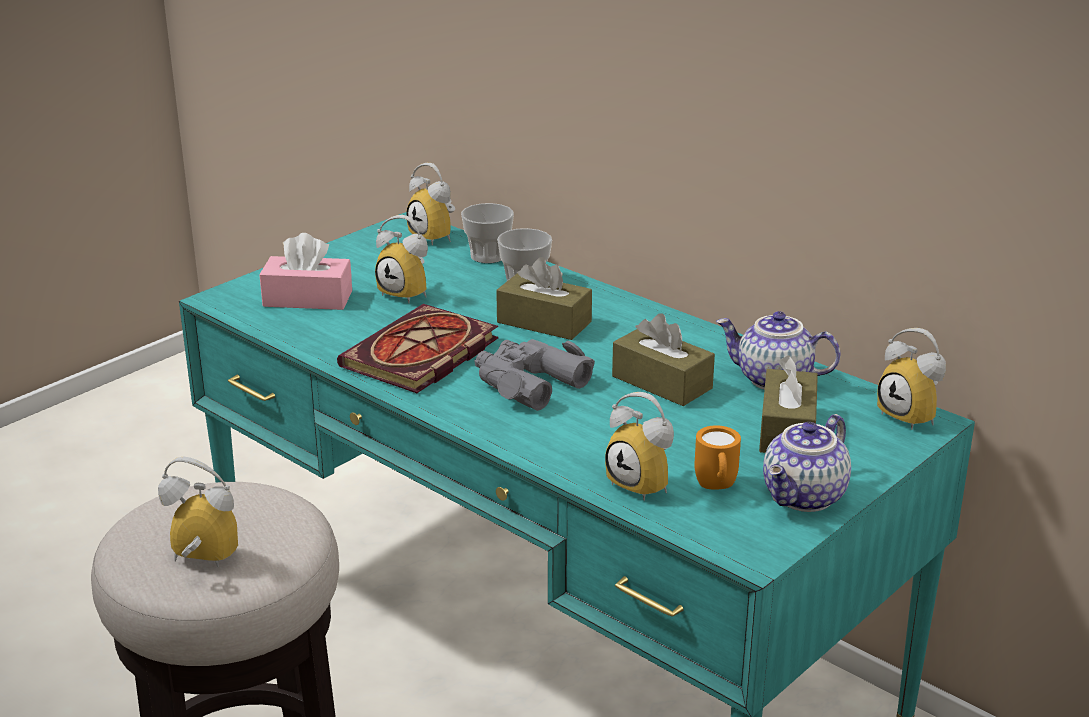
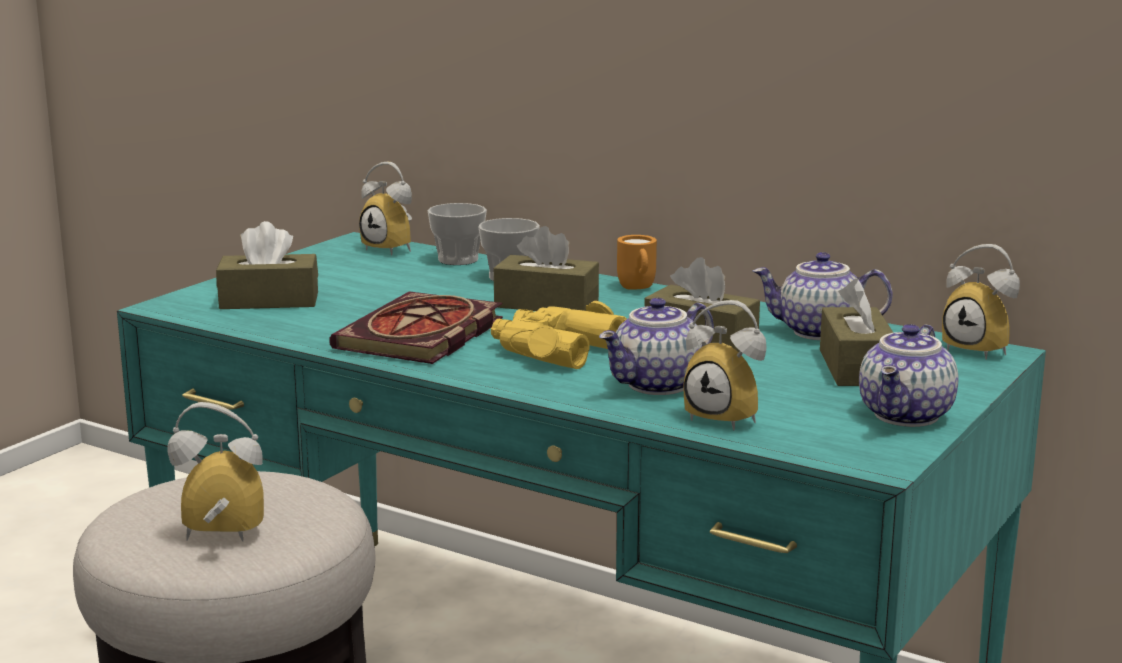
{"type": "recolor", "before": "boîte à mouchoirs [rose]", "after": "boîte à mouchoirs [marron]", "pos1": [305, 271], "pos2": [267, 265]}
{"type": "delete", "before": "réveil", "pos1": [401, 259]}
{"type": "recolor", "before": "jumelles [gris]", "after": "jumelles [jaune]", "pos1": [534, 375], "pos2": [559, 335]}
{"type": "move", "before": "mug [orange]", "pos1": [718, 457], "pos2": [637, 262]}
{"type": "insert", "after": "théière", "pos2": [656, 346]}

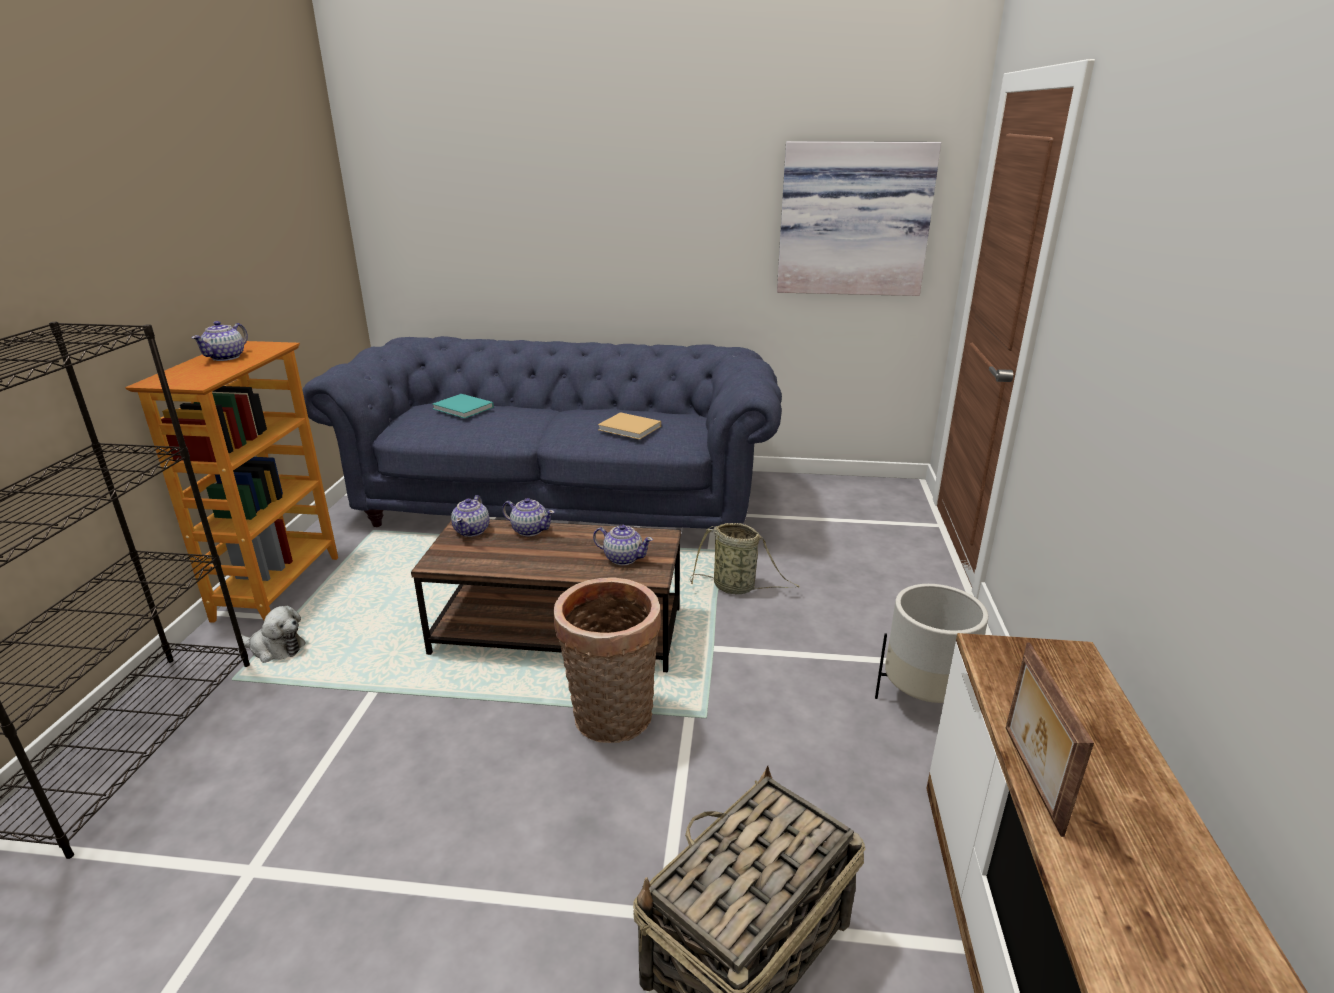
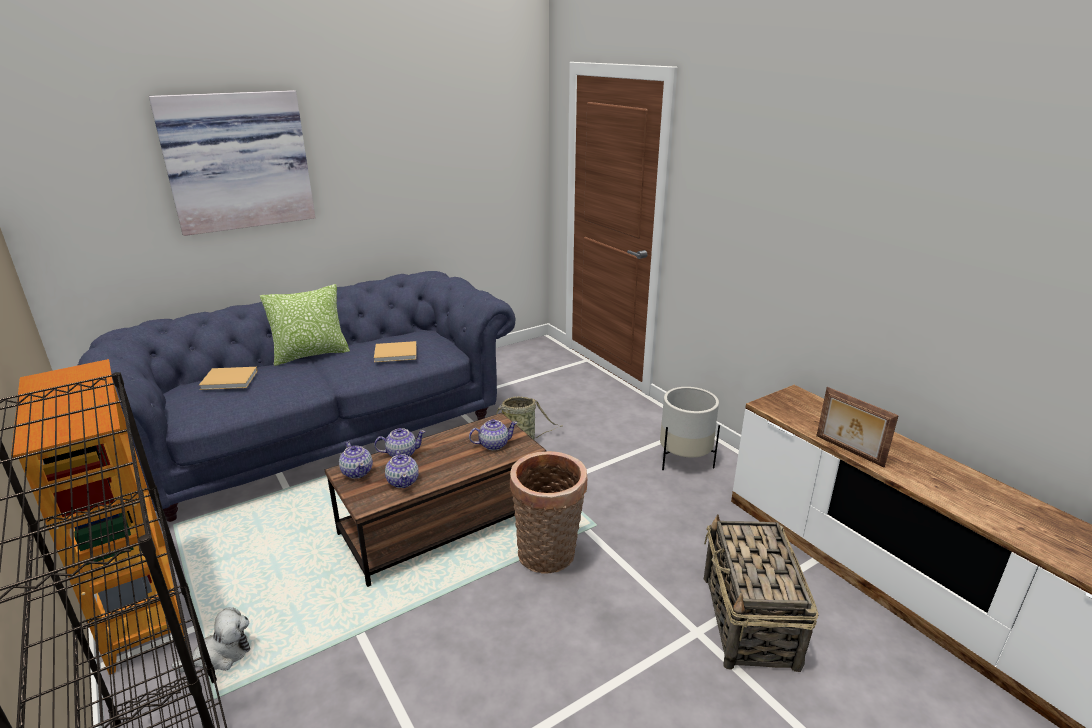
{"type": "move", "before": "théière", "pos1": [220, 341], "pos2": [402, 468]}
{"type": "recolor", "before": "livre [turquoise]", "after": "livre [beige]", "pos1": [463, 406], "pos2": [228, 378]}
{"type": "move", "before": "tableau", "pos1": [859, 218], "pos2": [232, 163]}
{"type": "insert", "after": "coussin", "pos2": [305, 325]}

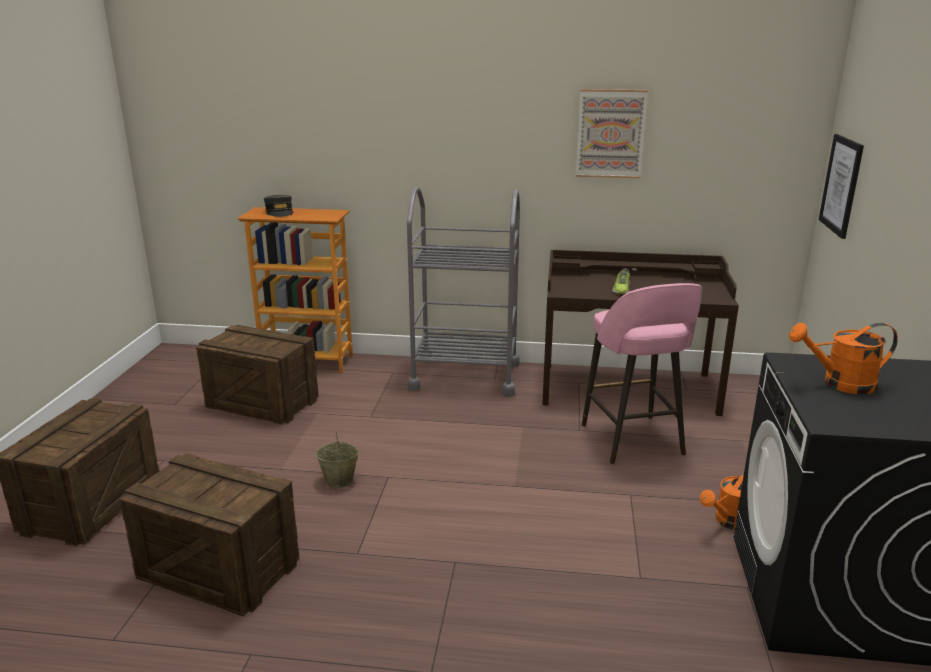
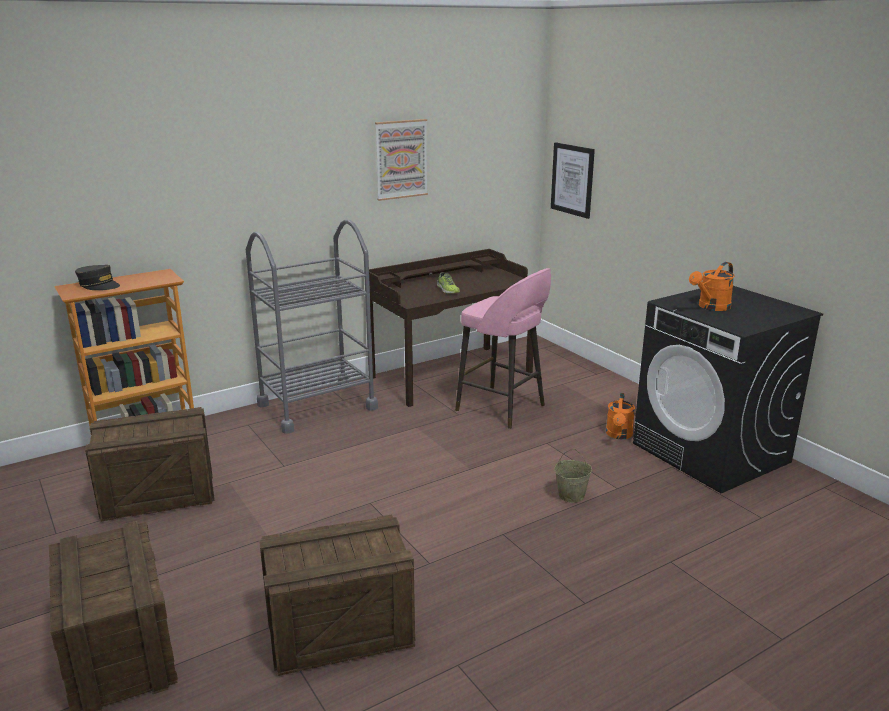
{"type": "move", "before": "seau [beige]", "pos1": [337, 460], "pos2": [573, 476]}

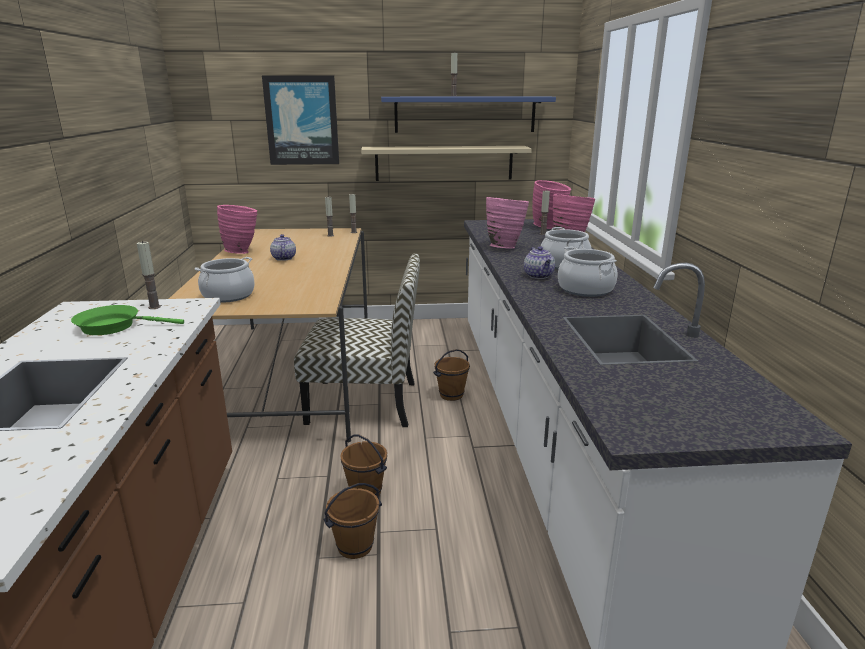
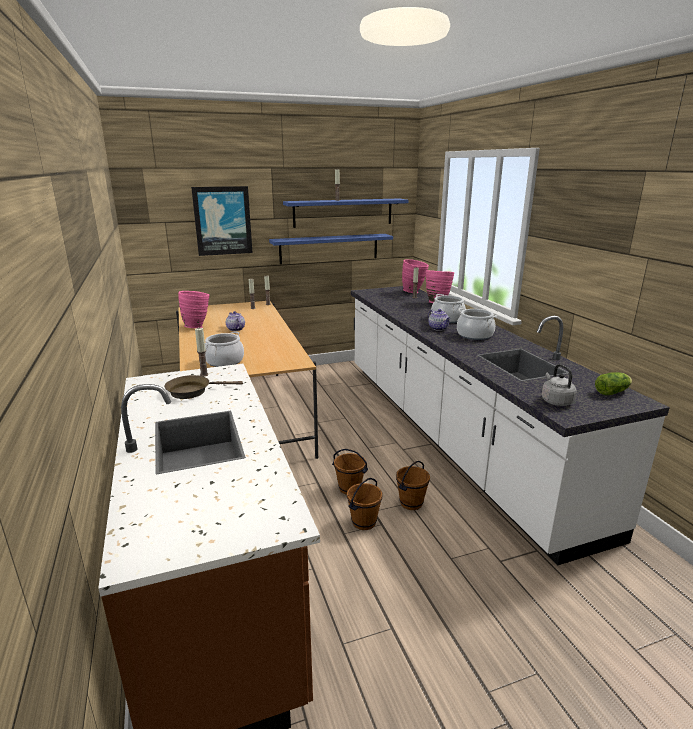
{"type": "recolor", "before": "poêle [vert]", "after": "poêle [marron]", "pos1": [127, 320], "pos2": [203, 387]}
{"type": "delete", "before": "chaise", "pos1": [357, 340]}
{"type": "recolor", "before": "étagère [beige]", "after": "étagère [bleu]", "pos1": [446, 163], "pos2": [331, 249]}
{"type": "move", "before": "seau [marron]", "pos1": [451, 375], "pos2": [413, 485]}
{"type": "delete", "before": "vase [rose]", "pos1": [507, 222]}
{"type": "insert", "after": "bouilloire [gris]", "pos2": [559, 385]}
{"type": "insert", "after": "laitue", "pos2": [613, 383]}

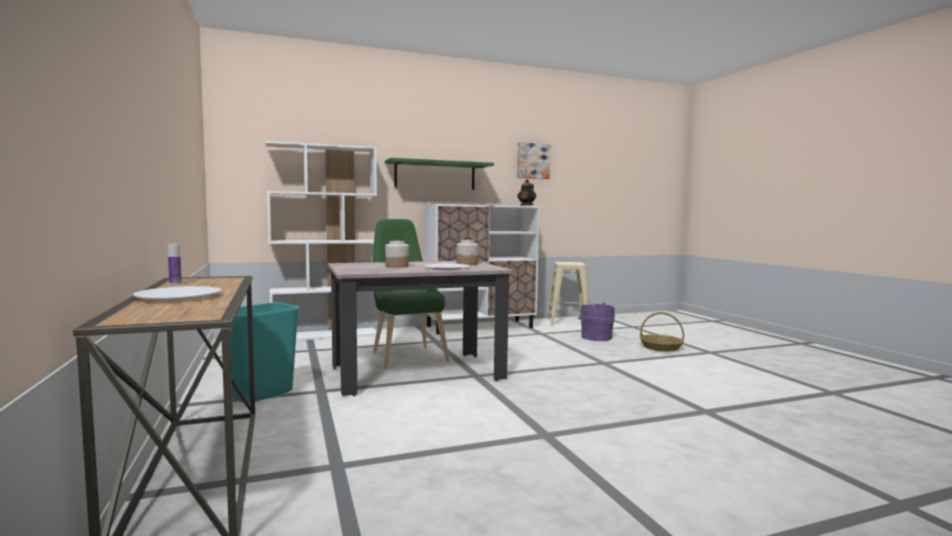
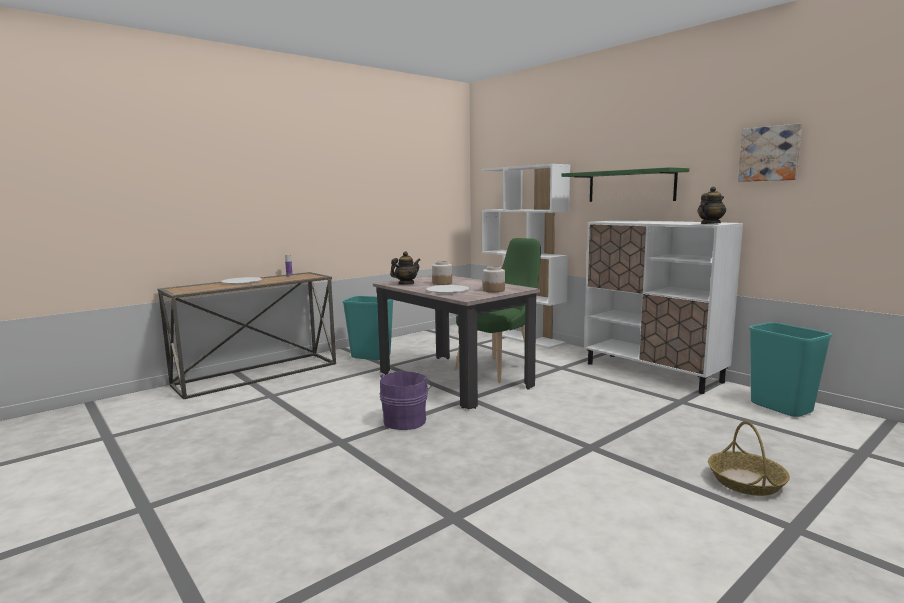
{"type": "replace", "before": "tabouret [beige]", "after": "poubelle [turquoise]", "pos1": [568, 293], "pos2": [790, 369]}
{"type": "move", "before": "seau [violet]", "pos1": [596, 322], "pos2": [405, 400]}
{"type": "insert", "after": "théière", "pos2": [405, 267]}

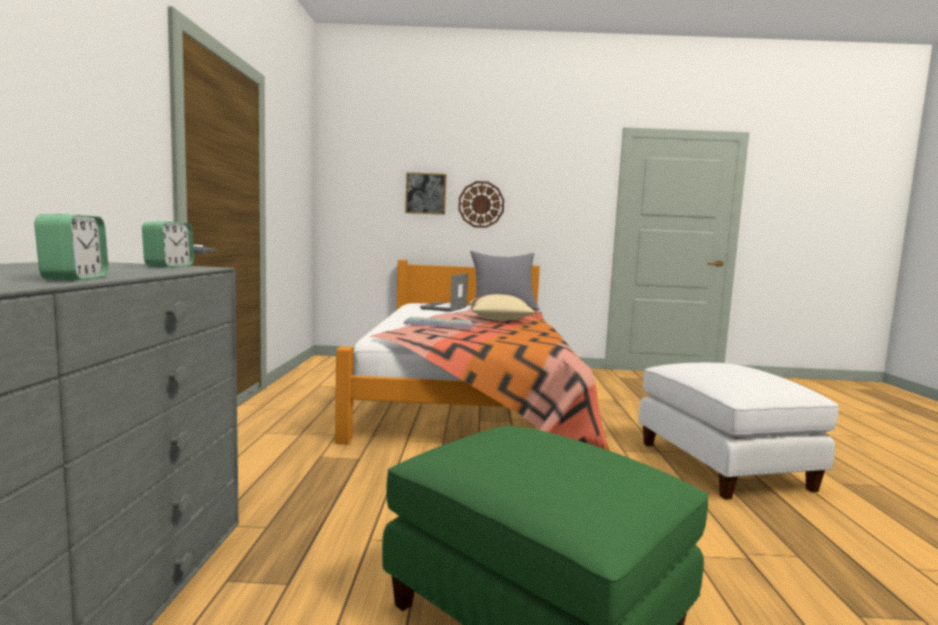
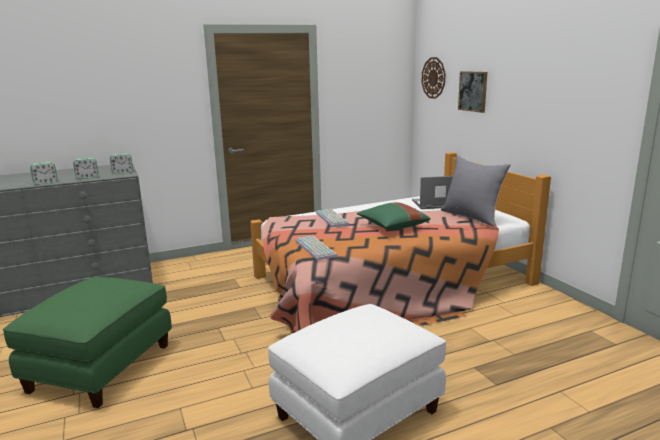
{"type": "move", "before": "horloge murale", "pos1": [481, 204], "pos2": [434, 78]}
{"type": "recolor", "before": "coussin [beige]", "after": "coussin [vert]", "pos1": [502, 307], "pos2": [394, 215]}
{"type": "insert", "after": "réveil", "pos2": [85, 168]}
{"type": "insert", "after": "clavier", "pos2": [316, 248]}

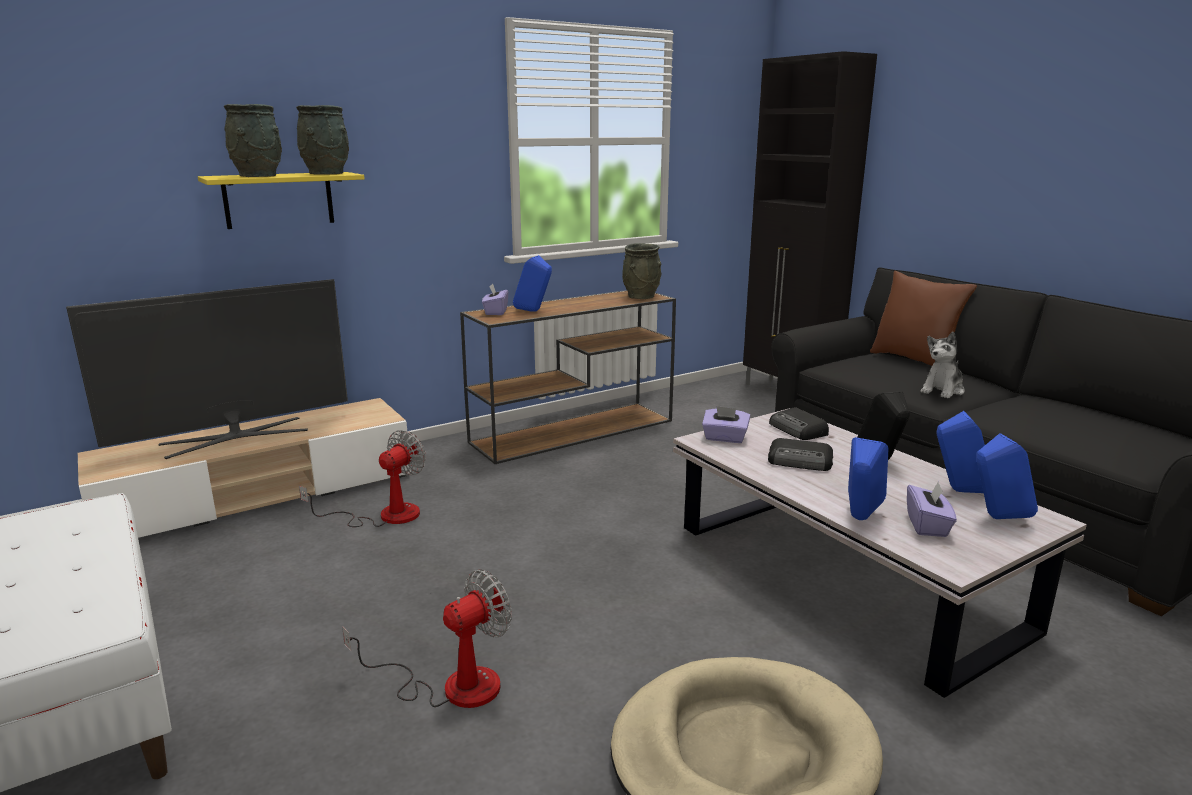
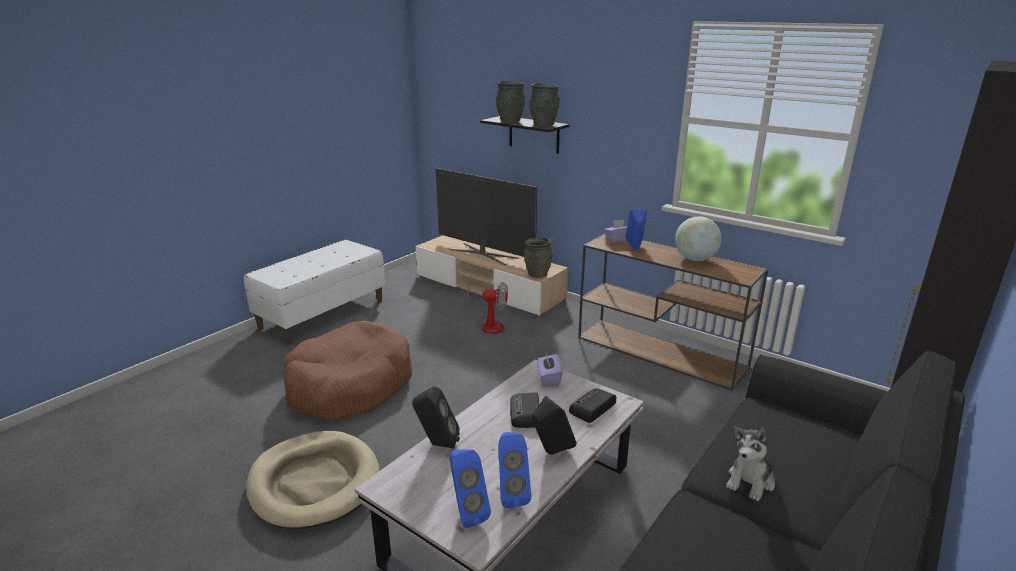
{"type": "recolor", "before": "étagère [jaune]", "after": "étagère [noir]", "pos1": [281, 200], "pos2": [524, 135]}
{"type": "replace", "before": "ventilateur", "after": "panier pour chien [marron]", "pos1": [427, 639], "pos2": [347, 370]}
{"type": "move", "before": "vase [gris]", "pos1": [641, 271], "pos2": [538, 257]}
{"type": "recolor", "before": "enceinte [bleu]", "after": "enceinte [noir]", "pos1": [868, 478], "pos2": [436, 417]}
{"type": "delete", "before": "coussin [marron]", "pos1": [923, 318]}
{"type": "delete", "before": "boîte à mouchoirs [violet]", "pos1": [932, 509]}
{"type": "rotate", "before": "peluche", "pos1": [942, 365], "pos2": [750, 463], "turn": -75}
{"type": "insert", "after": "globe", "pos2": [698, 238]}

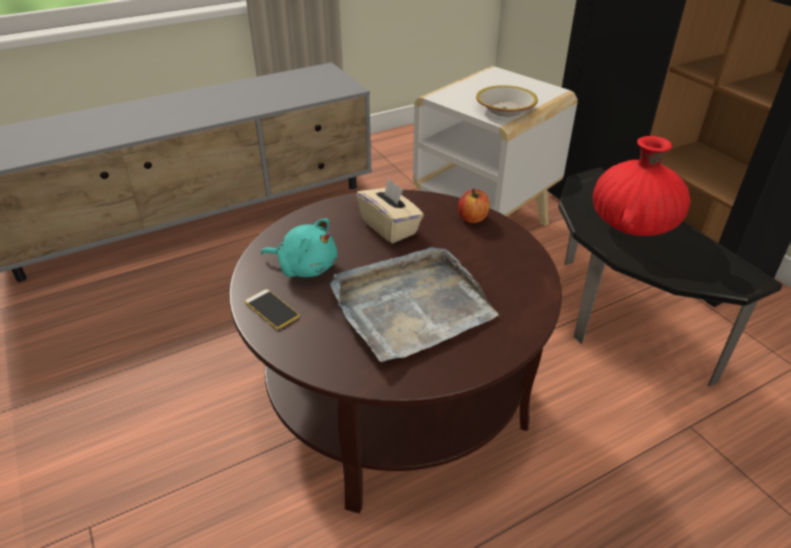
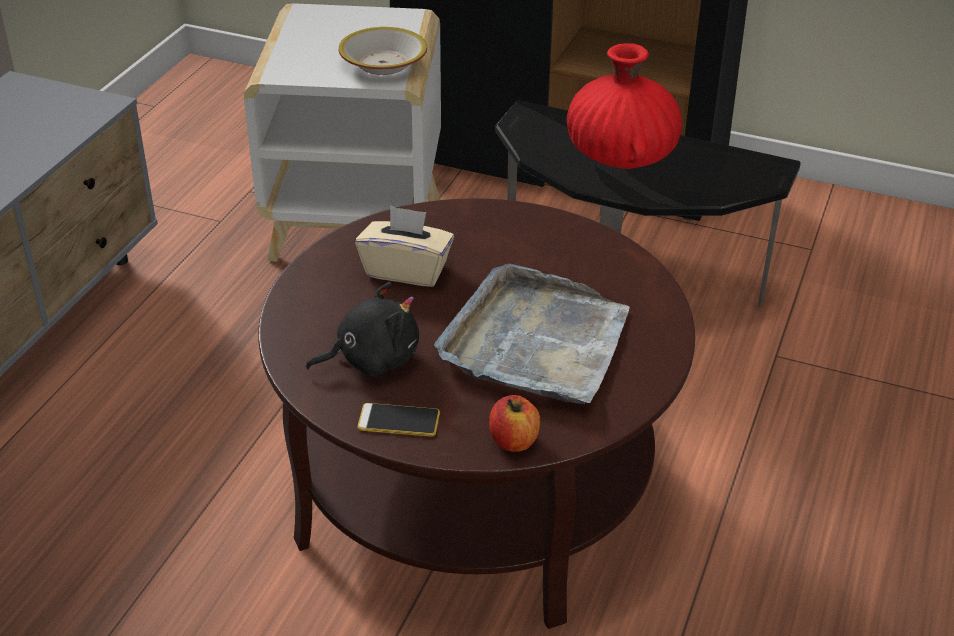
{"type": "recolor", "before": "peluche [turquoise]", "after": "peluche [noir]", "pos1": [299, 247], "pos2": [362, 329]}
{"type": "move", "before": "pomme", "pos1": [474, 206], "pos2": [514, 423]}

